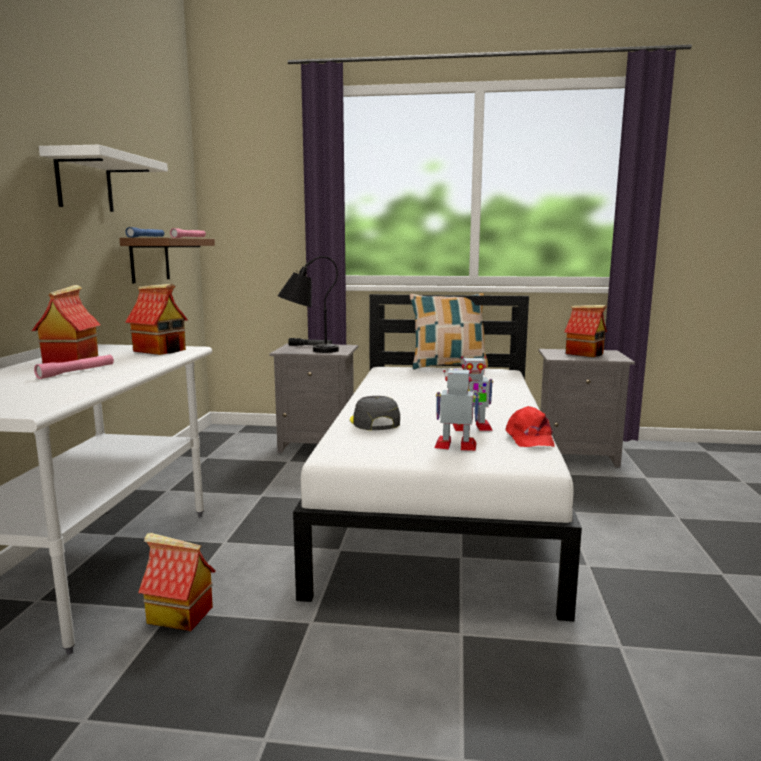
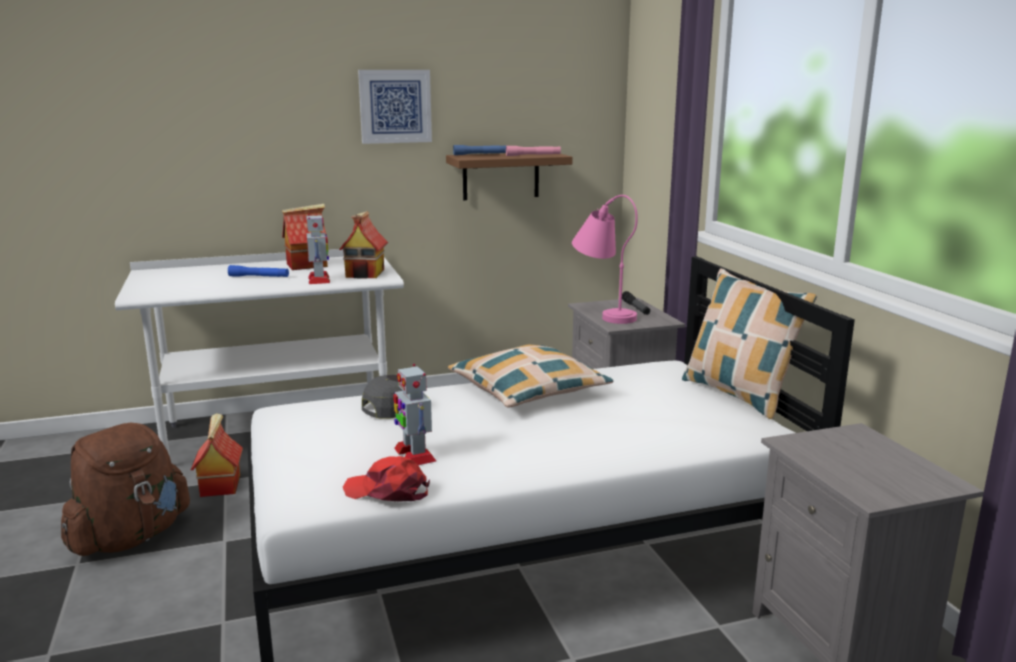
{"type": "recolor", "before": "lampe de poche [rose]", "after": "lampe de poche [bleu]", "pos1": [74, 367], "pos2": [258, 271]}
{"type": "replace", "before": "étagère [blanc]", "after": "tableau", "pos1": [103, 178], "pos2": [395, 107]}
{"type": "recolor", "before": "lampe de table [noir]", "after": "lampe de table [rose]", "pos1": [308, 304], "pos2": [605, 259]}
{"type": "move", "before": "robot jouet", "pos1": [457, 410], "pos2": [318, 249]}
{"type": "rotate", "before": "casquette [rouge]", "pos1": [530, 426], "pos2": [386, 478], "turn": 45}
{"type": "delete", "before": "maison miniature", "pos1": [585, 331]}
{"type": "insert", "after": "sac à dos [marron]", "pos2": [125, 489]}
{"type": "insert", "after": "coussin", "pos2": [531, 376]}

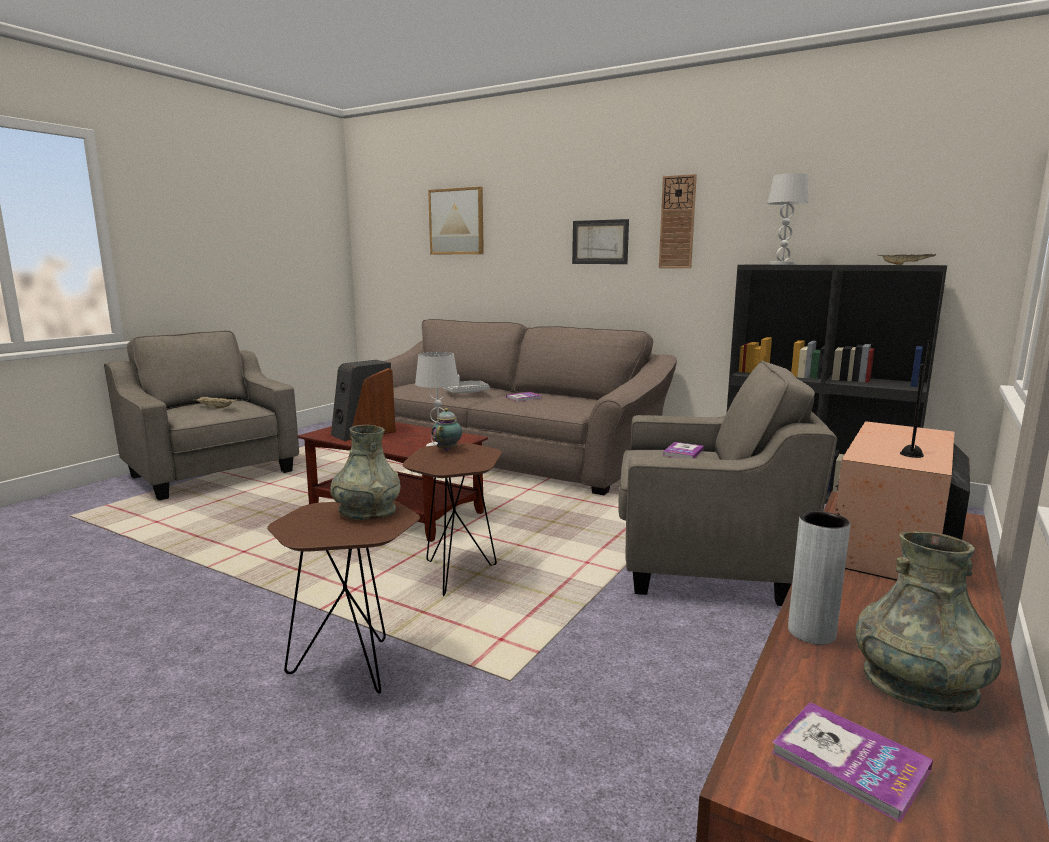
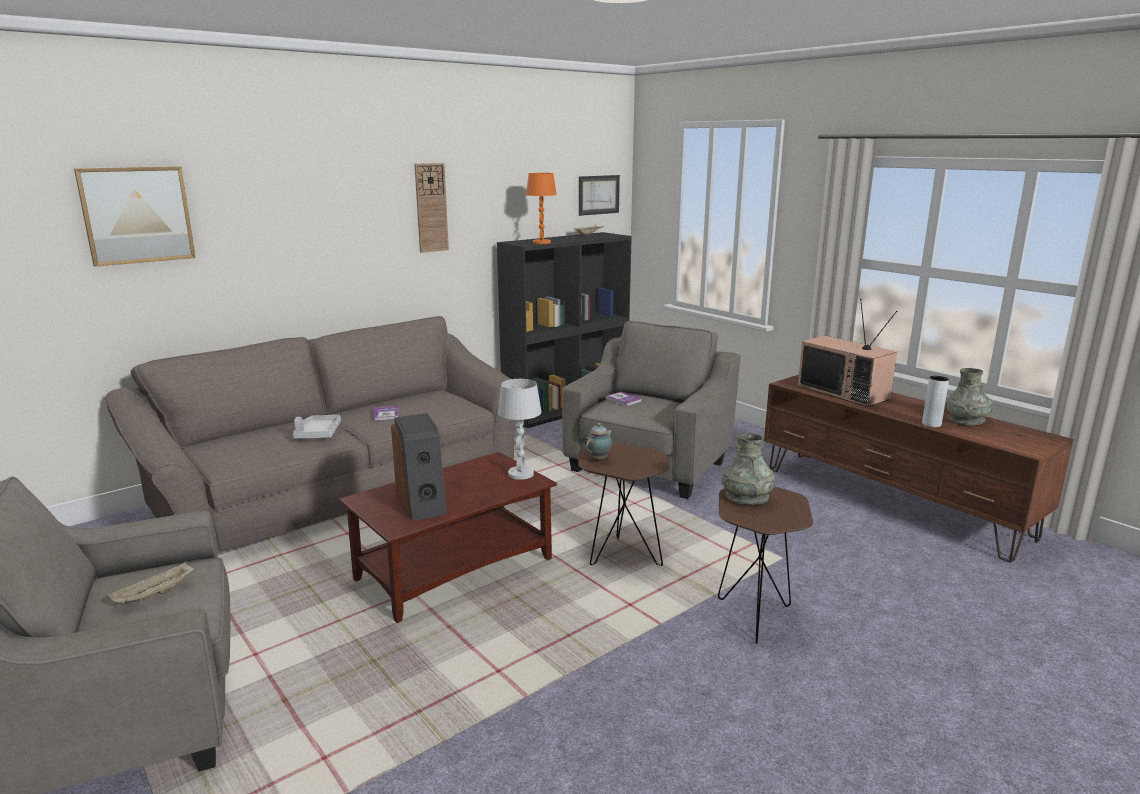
{"type": "rotate", "before": "théière", "pos1": [446, 429], "pos2": [598, 442], "turn": 90}
{"type": "move", "before": "tableau", "pos1": [600, 241], "pos2": [599, 195]}
{"type": "recolor", "before": "lampe de table [blanc]", "after": "lampe de table [orange]", "pos1": [788, 218], "pos2": [541, 208]}
{"type": "delete", "before": "livre", "pos1": [852, 762]}

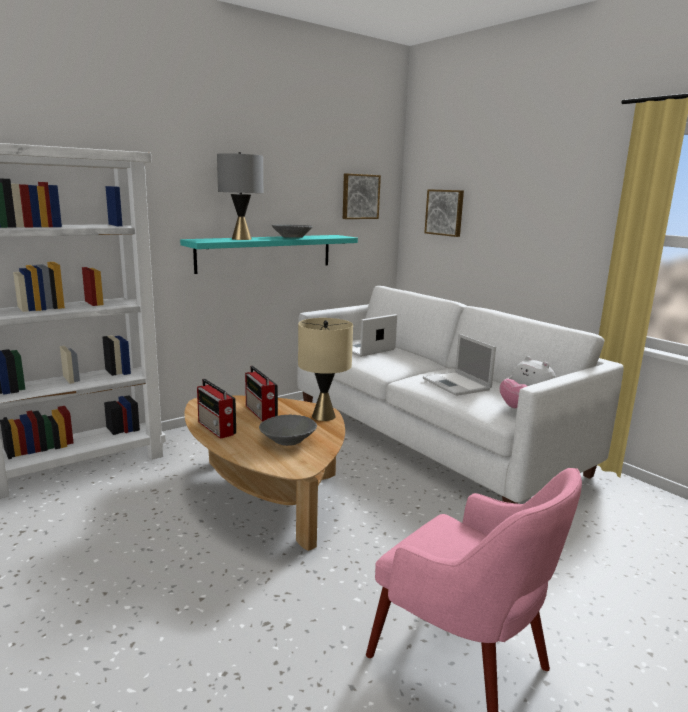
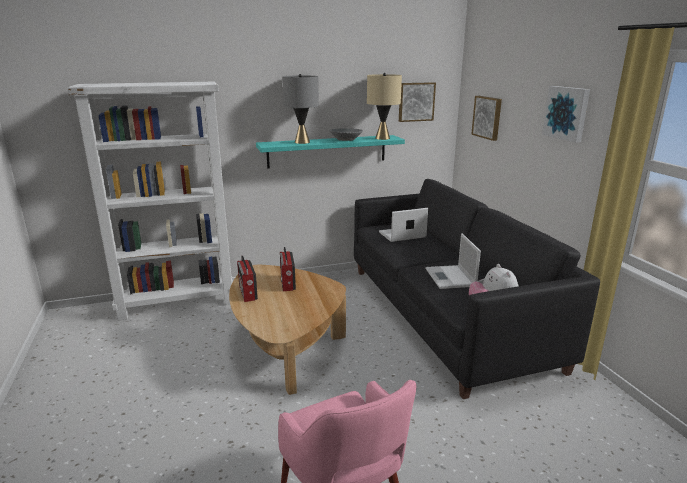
{"type": "delete", "before": "bol [gris]", "pos1": [288, 430]}
{"type": "recolor", "before": "canapé [blanc]", "after": "canapé [noir]", "pos1": [460, 395], "pos2": [477, 289]}
{"type": "move", "before": "lampe de table [beige]", "pos1": [325, 369], "pos2": [384, 106]}
{"type": "insert", "after": "tableau", "pos2": [566, 114]}

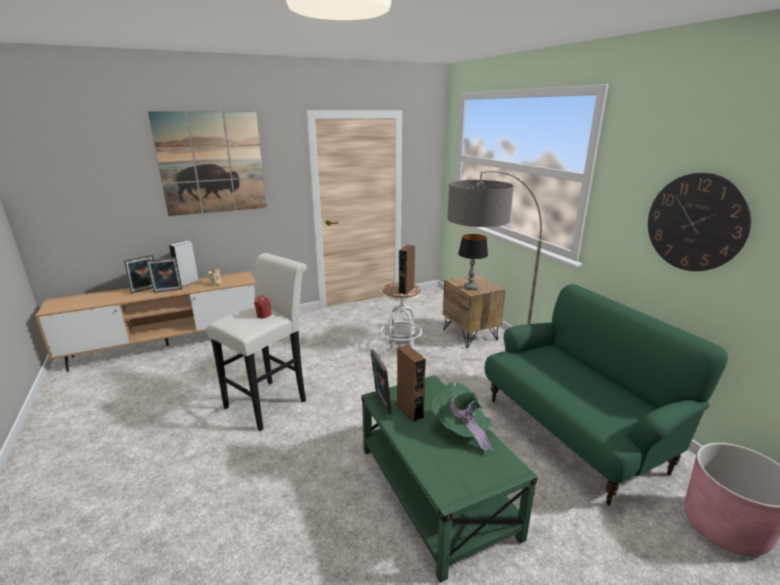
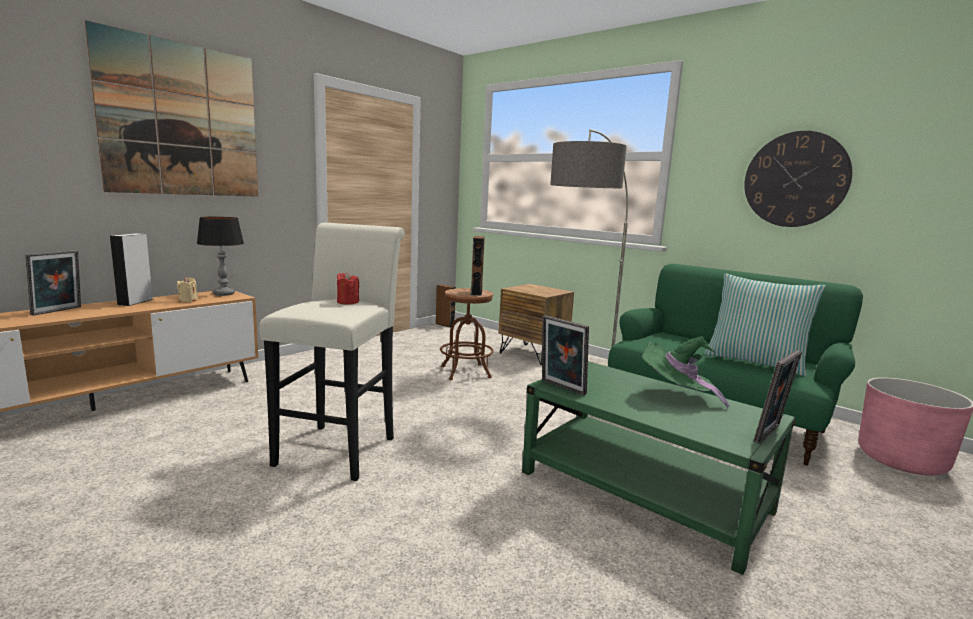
{"type": "move", "before": "cadre photo", "pos1": [164, 275], "pos2": [778, 397]}
{"type": "recolor", "before": "tabouret [blanc]", "after": "tabouret [marron]", "pos1": [401, 317], "pos2": [467, 334]}
{"type": "move", "before": "enceinte [marron]", "pos1": [411, 383], "pos2": [446, 305]}
{"type": "move", "before": "lampe de table", "pos1": [473, 262], "pos2": [220, 256]}
{"type": "insert", "after": "coussin", "pos2": [765, 325]}

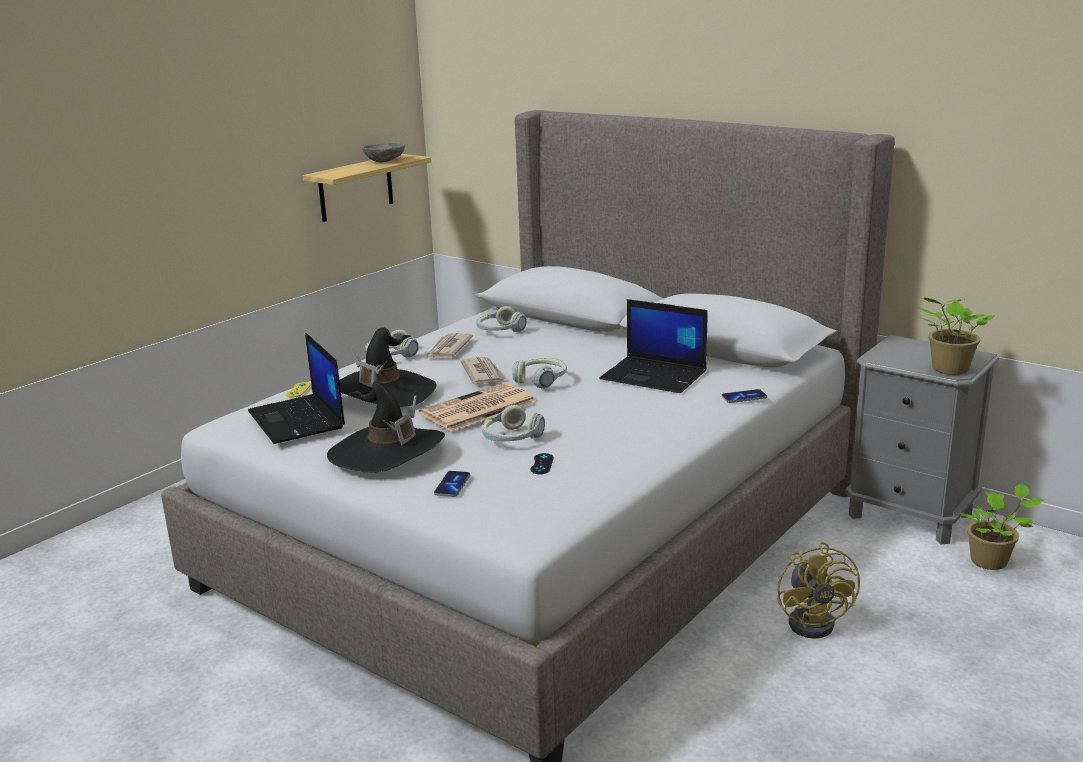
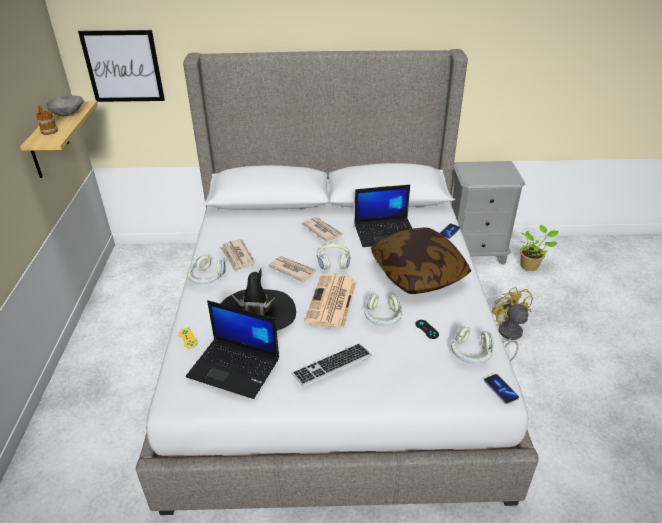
{"type": "replace", "before": "chapeau [noir]", "after": "clavier", "pos1": [386, 427], "pos2": [331, 365]}
{"type": "move", "before": "téléphone", "pos1": [452, 484], "pos2": [501, 389]}
{"type": "move", "before": "casque audio", "pos1": [501, 319], "pos2": [472, 345]}
{"type": "rotate", "before": "ventilateur [jaune]", "pos1": [818, 590], "pos2": [512, 324], "turn": -150}
{"type": "delete", "before": "plante en pot", "pos1": [955, 336]}
{"type": "insert", "after": "mug", "pos2": [47, 120]}
{"type": "insert", "after": "tableau", "pos2": [121, 66]}
{"type": "insert", "after": "journal", "pos2": [322, 229]}
{"type": "insert", "after": "coussin", "pos2": [421, 260]}

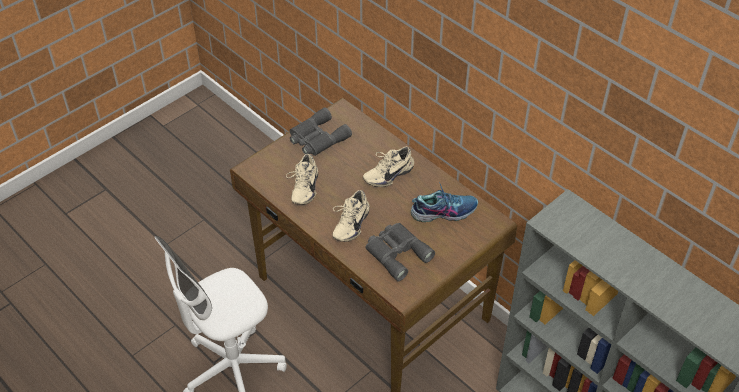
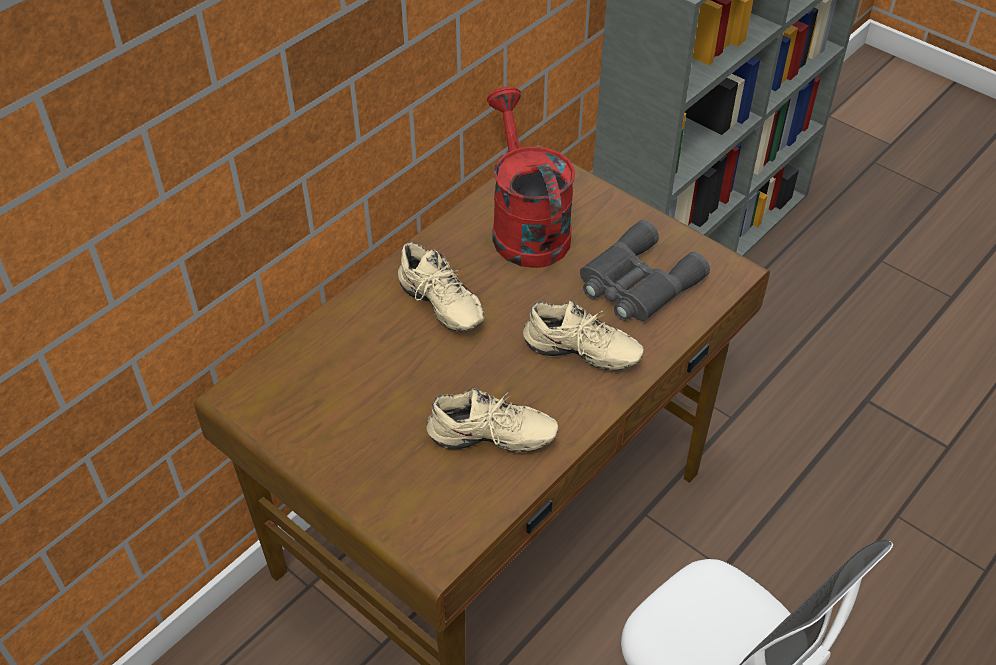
{"type": "delete", "before": "jumelles [gris]", "pos1": [321, 131]}
{"type": "replace", "before": "chaussure", "after": "arrosoir [rouge]", "pos1": [444, 202], "pos2": [531, 177]}

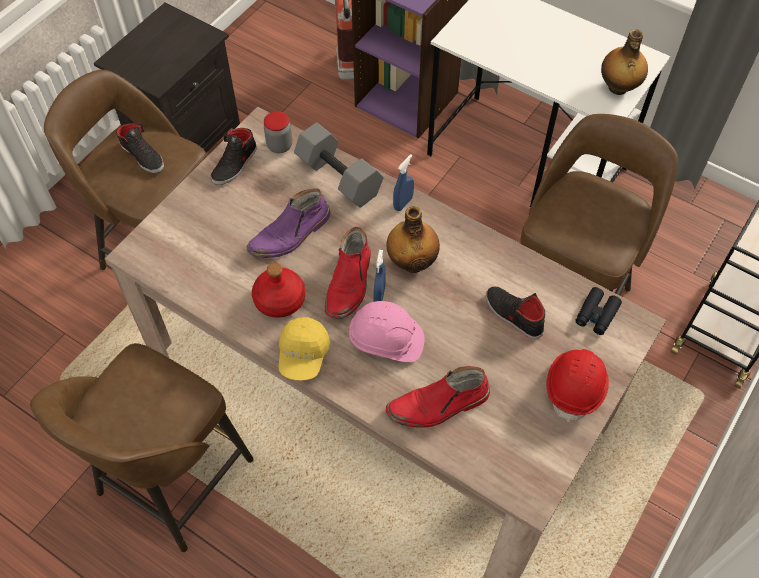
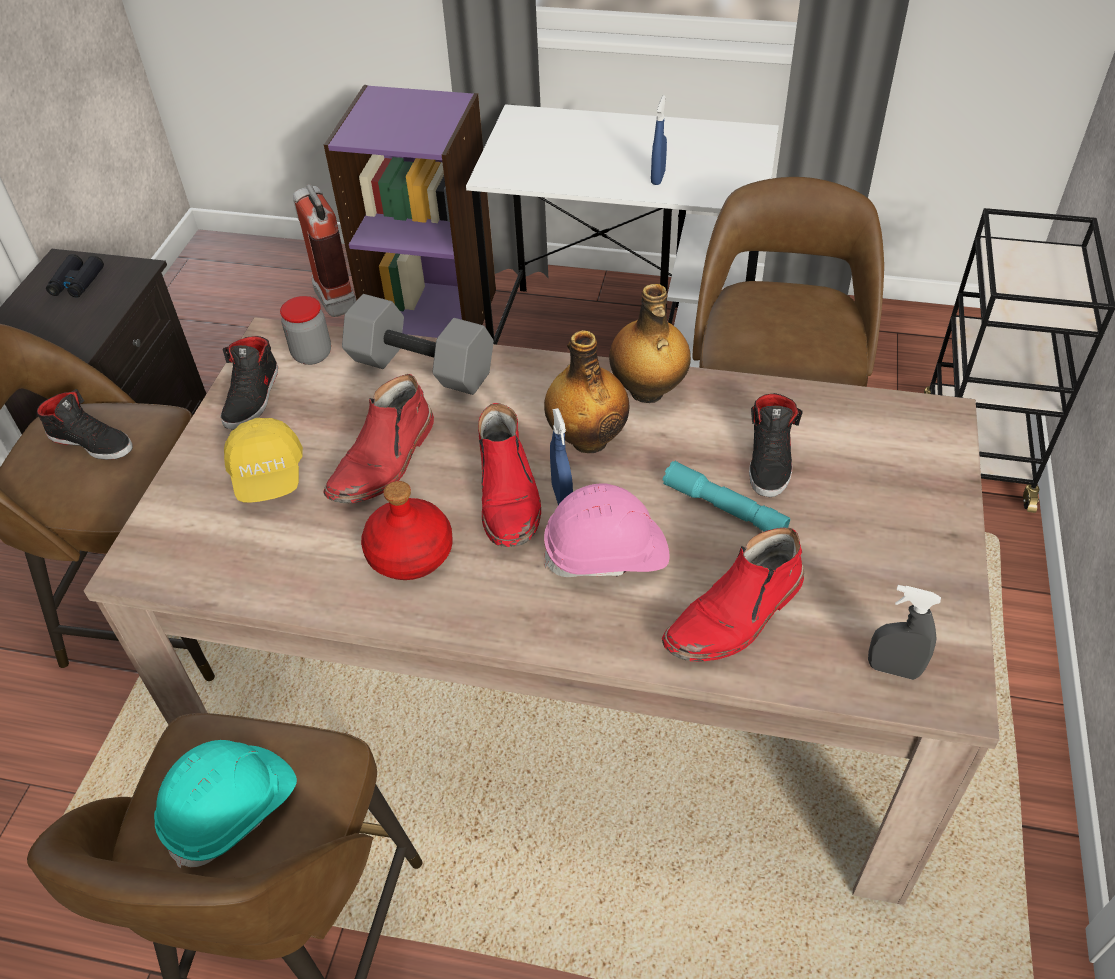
{"type": "recolor", "before": "botte [violet]", "after": "botte [rouge]", "pos1": [288, 223], "pos2": [378, 438]}
{"type": "move", "before": "casquette [jaune]", "pos1": [304, 349], "pos2": [263, 460]}
{"type": "move", "before": "vaporisateur [bleu]", "pos1": [403, 182], "pos2": [659, 140]}
{"type": "rotate", "before": "chaussure [noir]", "pos1": [515, 312], "pos2": [776, 445], "turn": -105}
{"type": "delete", "before": "casque de chantier [rouge]", "pos1": [578, 386]}
{"type": "move", "before": "jumelles [noir]", "pos1": [598, 311], "pos2": [75, 276]}
{"type": "move", "before": "bouteille", "pos1": [624, 62], "pos2": [650, 343]}
{"type": "insert", "after": "casque de chantier [turquoise]", "pos2": [225, 804]}
{"type": "insert", "after": "lampe de poche [turquoise]", "pos2": [726, 496]}
{"type": "insert", "after": "vaporisateur [gris]", "pos2": [904, 632]}

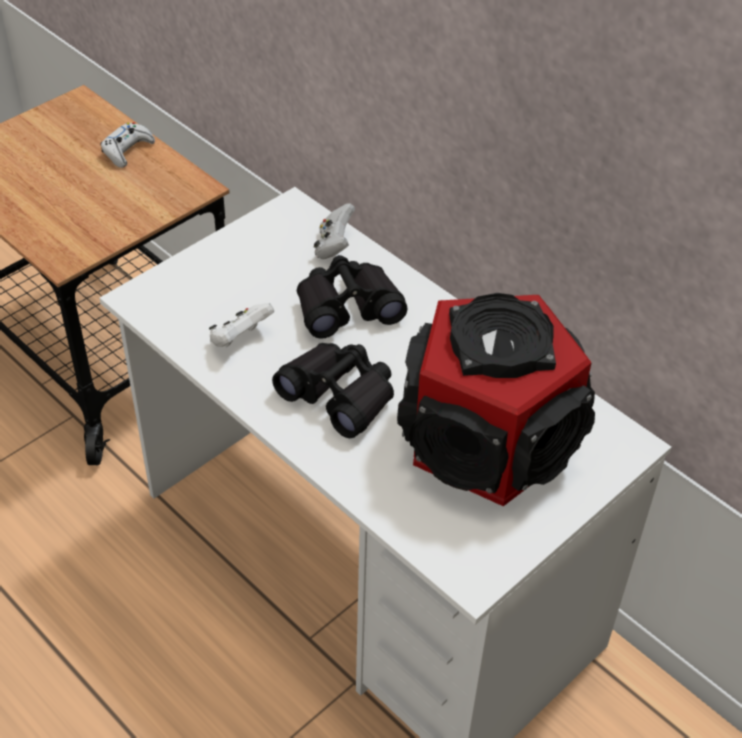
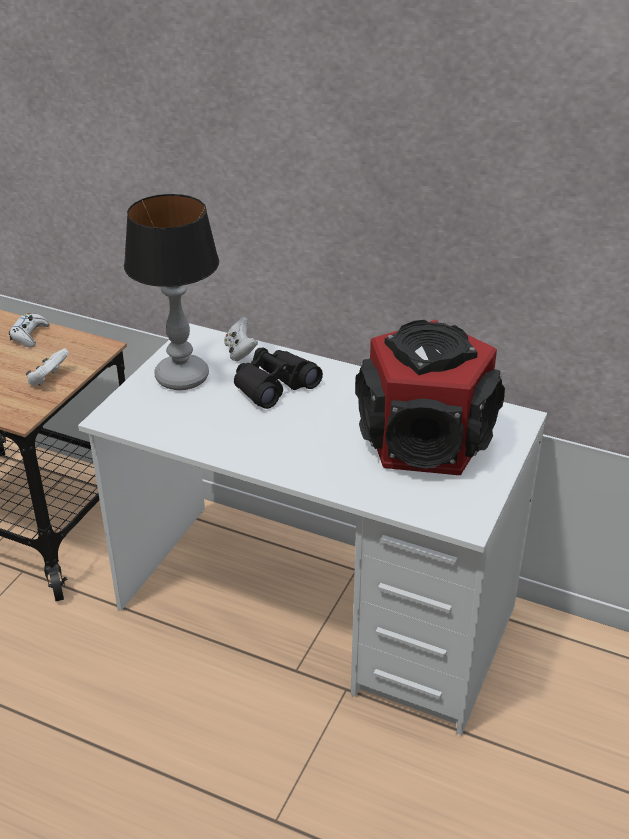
{"type": "move", "before": "manette [blanc]", "pos1": [241, 325], "pos2": [47, 367]}
{"type": "delete", "before": "jumelles [noir]", "pos1": [333, 390]}
{"type": "insert", "after": "lampe de table", "pos2": [171, 292]}

